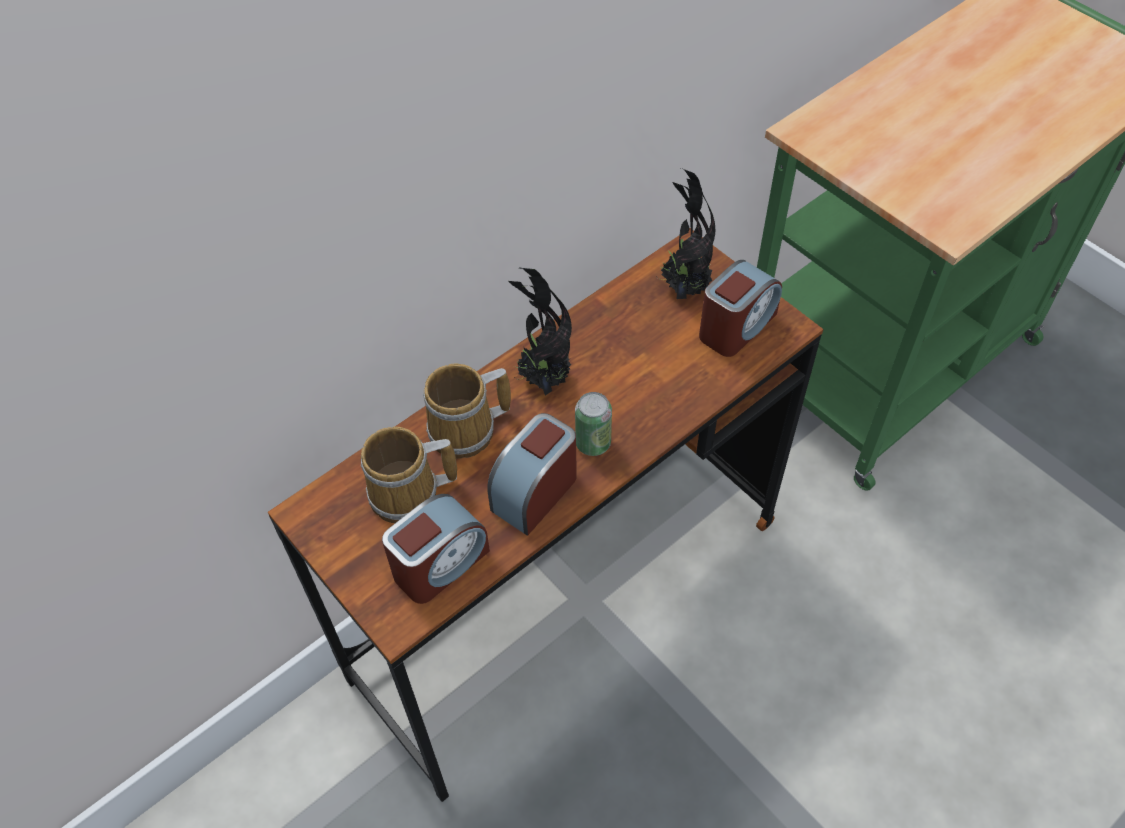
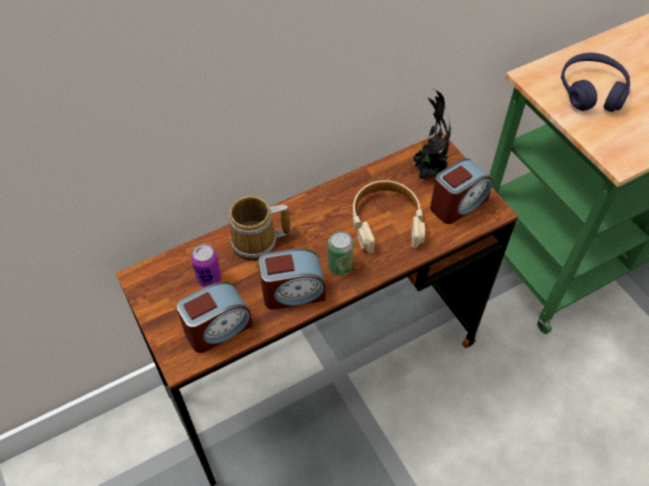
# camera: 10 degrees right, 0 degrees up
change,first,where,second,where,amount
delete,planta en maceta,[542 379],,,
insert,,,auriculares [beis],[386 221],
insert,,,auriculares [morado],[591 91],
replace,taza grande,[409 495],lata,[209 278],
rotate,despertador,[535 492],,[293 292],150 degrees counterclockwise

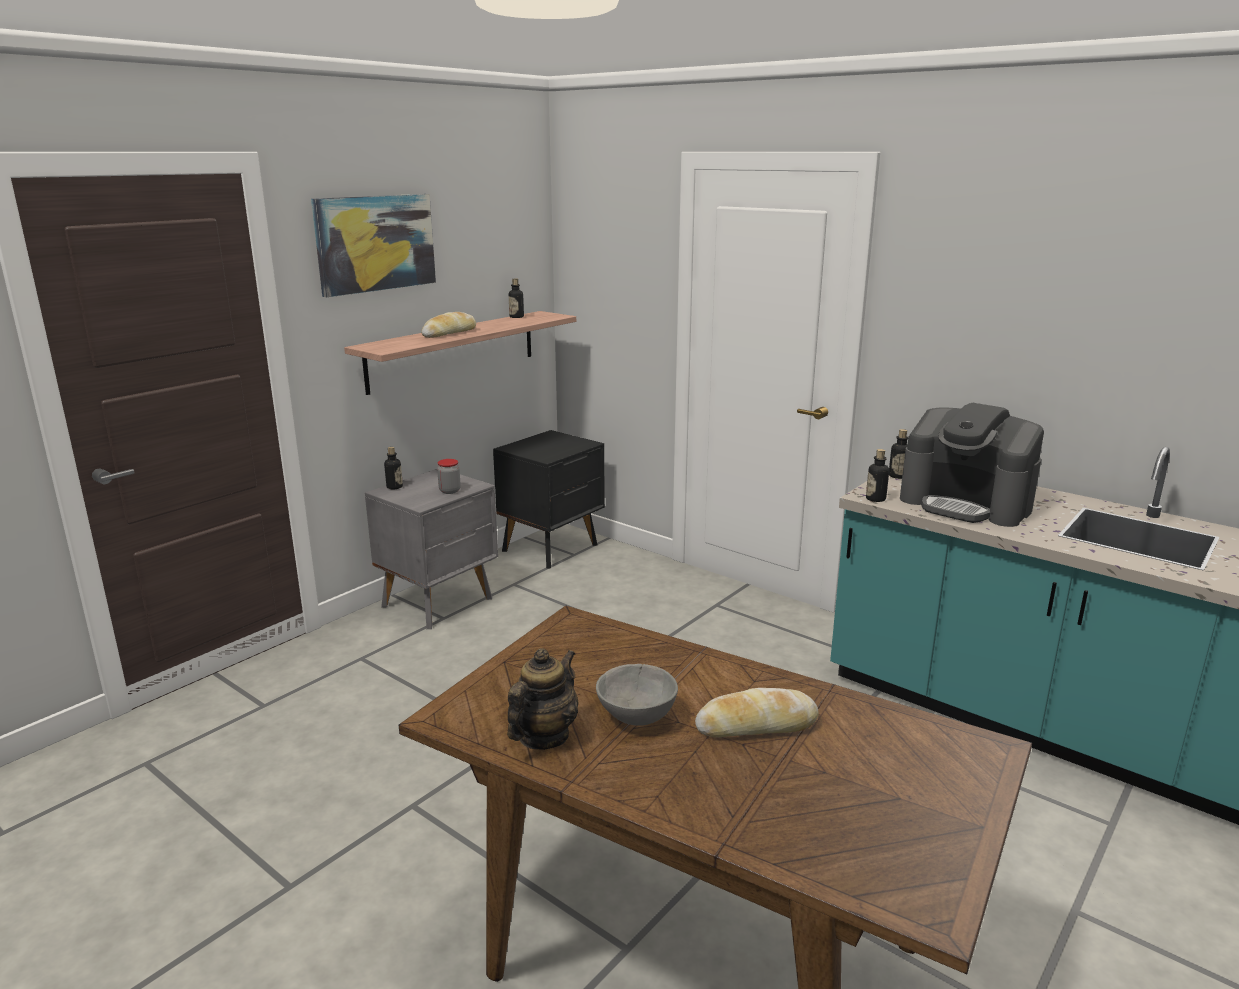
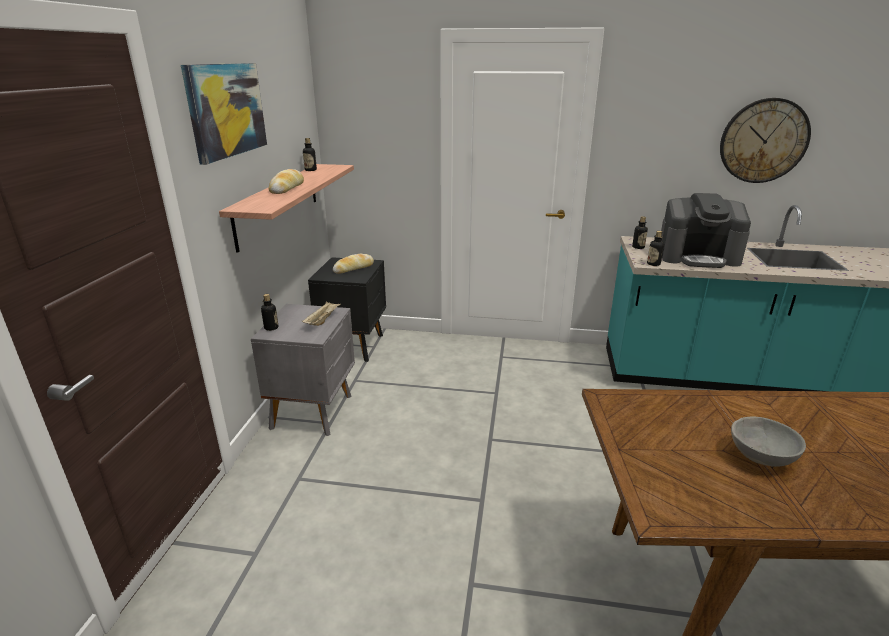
# camera: 30 degrees left, 5 degrees up
change,first,where,second,where,amount
delete,tetera,[543 736],,,
insert,,,reloj de pared,[763 141],
move,pan,[756 725],,[353 268],
replace,tarro,[450 491],bandeja [beis],[322 320],

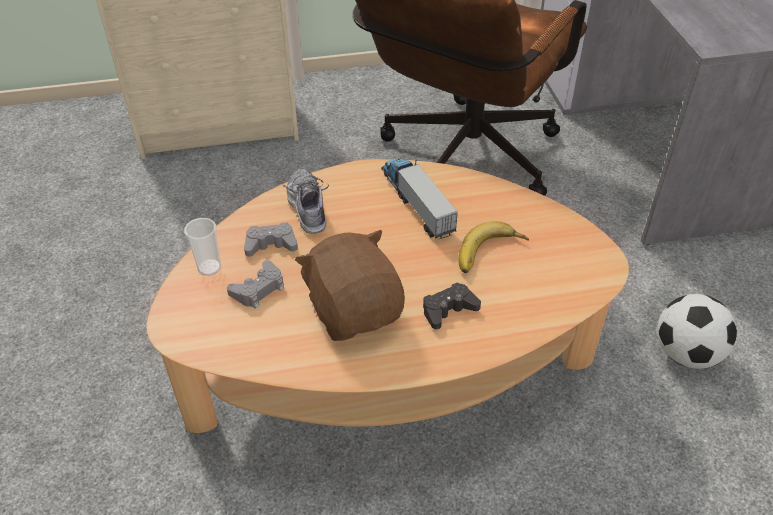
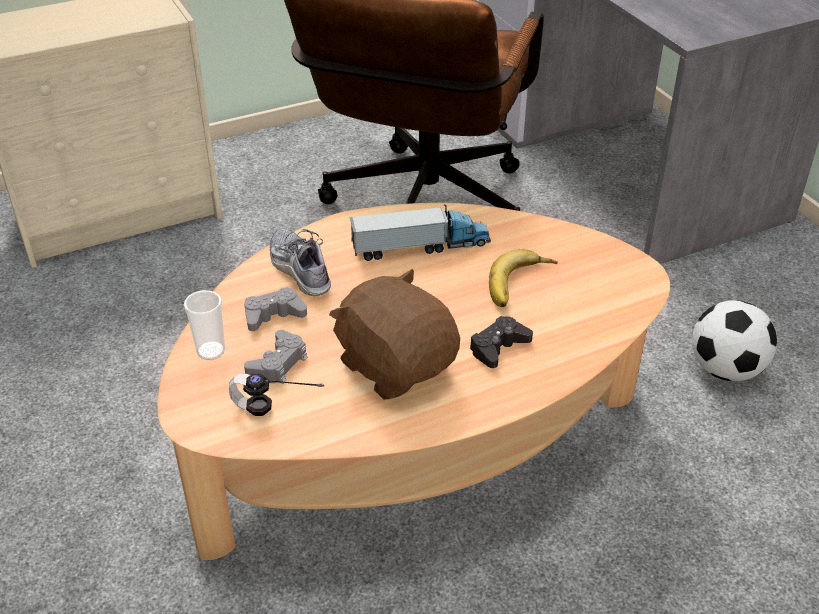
# camera: 15 degrees left, 5 degrees down
change,first,where,second,where,amount
insert,,,auriculares,[271 420],
rotate,camión de juguete,[416 203],,[421 246],120 degrees clockwise

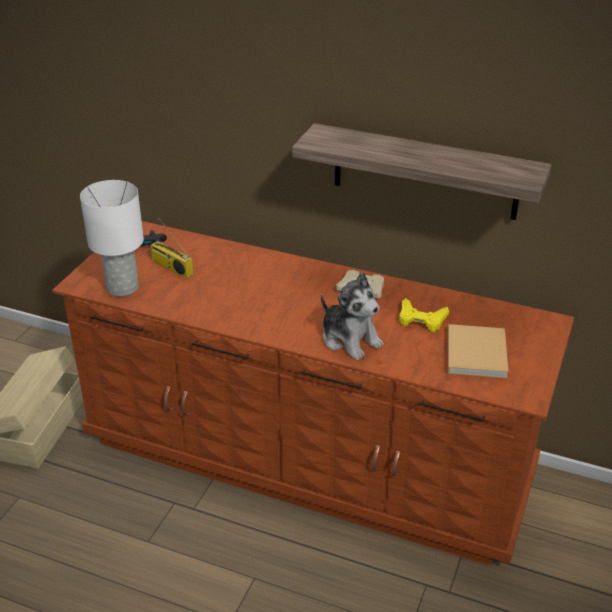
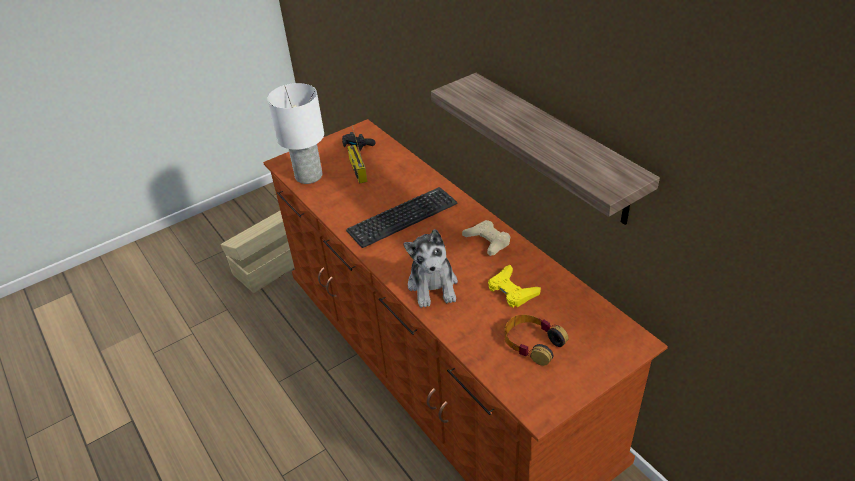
# camera: 35 degrees right, 5 degrees up
change,first,where,second,where,amount
insert,,,teclado,[402 217],
replace,libro [beis],[476 352],auriculares,[532 343],

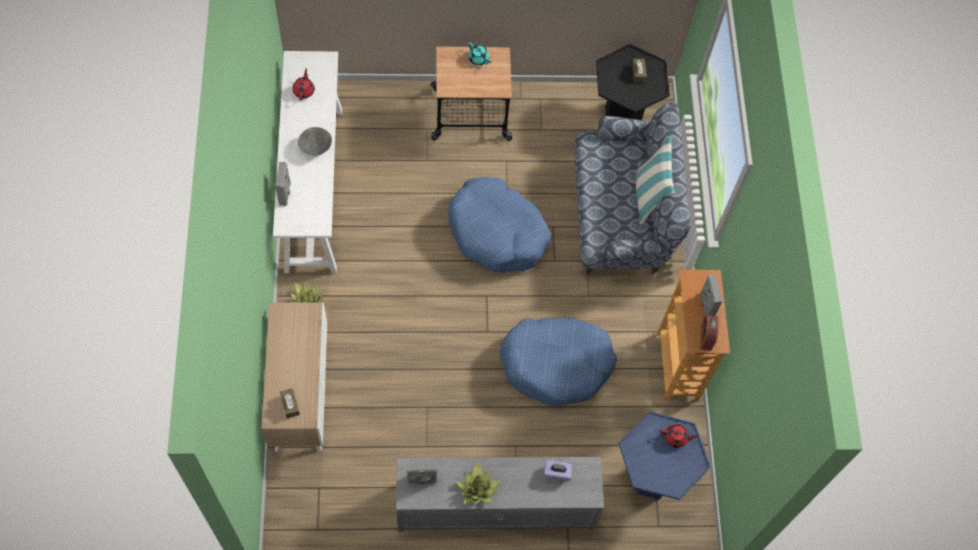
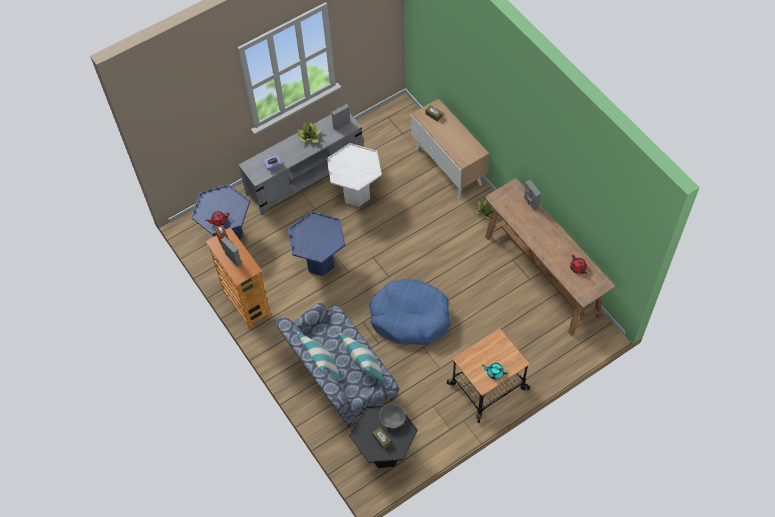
# camera: 155 degrees right, 5 degrees down
change,first,where,second,where,amount
insert,,,mesa auxiliar [blanco],[356 195],
insert,,,cojín,[363 367],
move,cuenco [gris],[316 147],,[392 419],
replace,cama para perro [azul],[556 364],mesa auxiliar [azul],[320 263],
recolor,mesa consola [blanco],[314 187],mesa consola [marrón],[542 276],

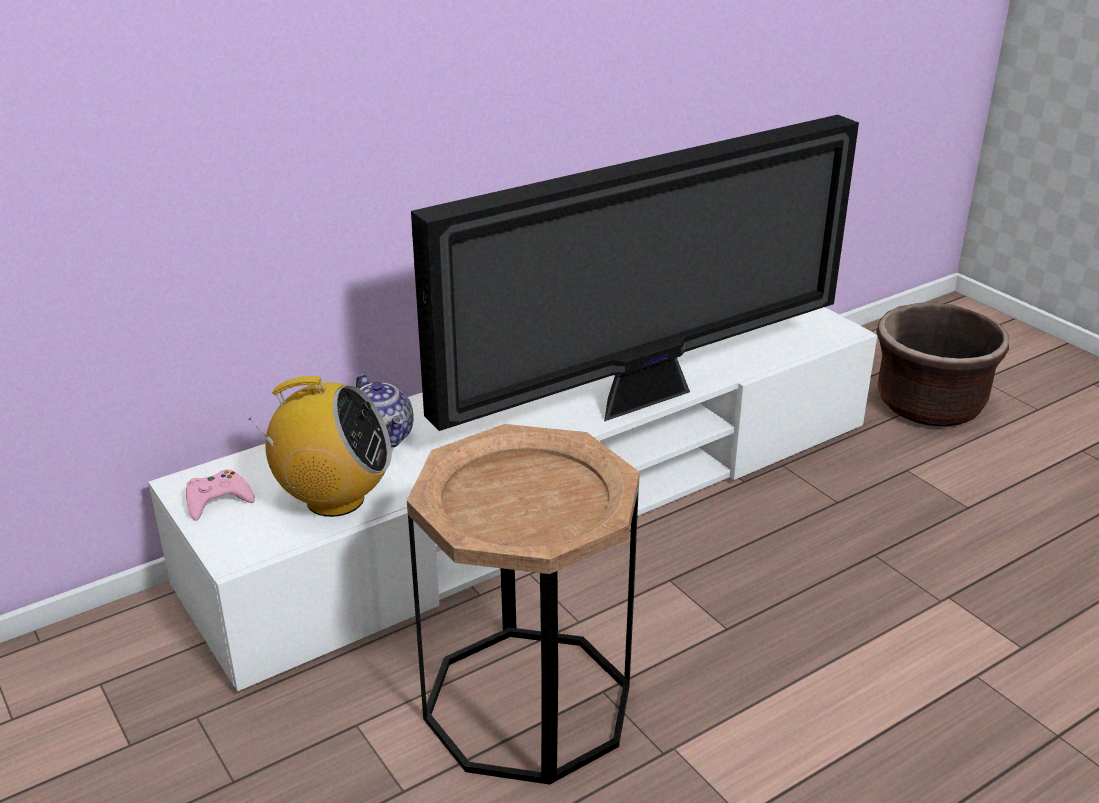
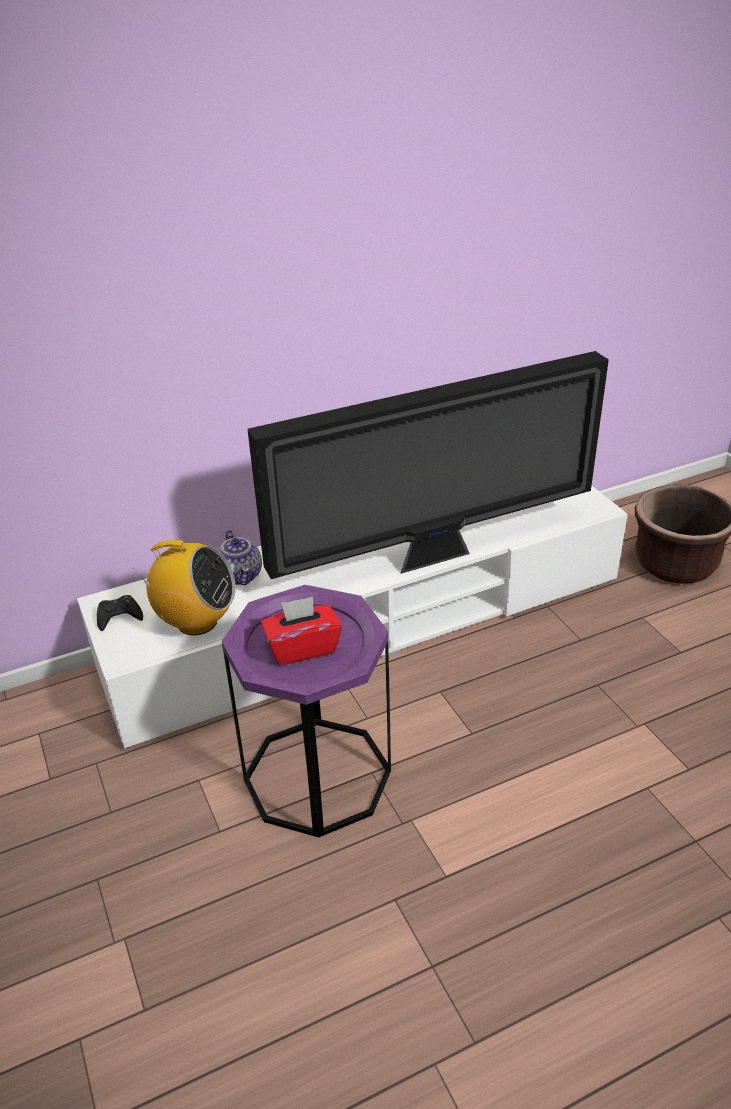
# camera: 10 degrees right, 5 degrees up
change,first,where,second,where,amount
insert,,,caja de pañuelos [rojo],[302 648],
recolor,mando de consola [rosa],[217 500],mando de consola [negro],[119 616],
recolor,mesa auxiliar [marrón],[527 702],mesa auxiliar [morado],[317 775],

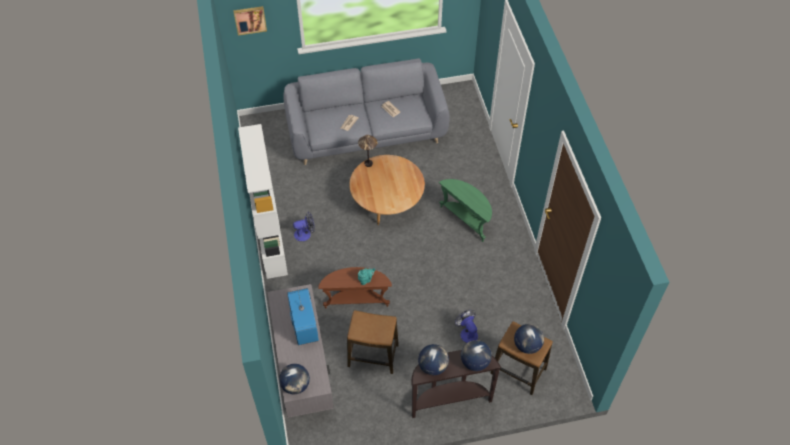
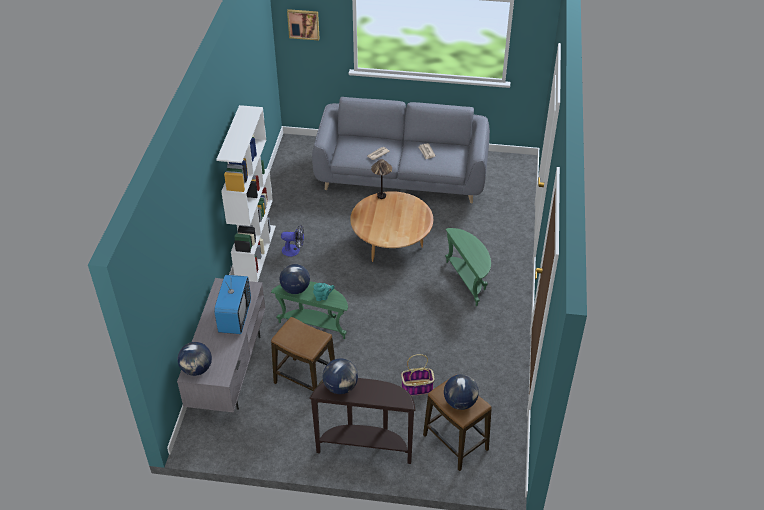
# camera: 20 degrees right, 10 degrees down
change,first,where,second,where,amount
move,globo terráqueo,[474 362],,[295 289],
replace,ventilador,[467 332],cesta,[417 388],
recolor,mesa auxiliar [marrón],[356 300],mesa auxiliar [verde],[314 324],

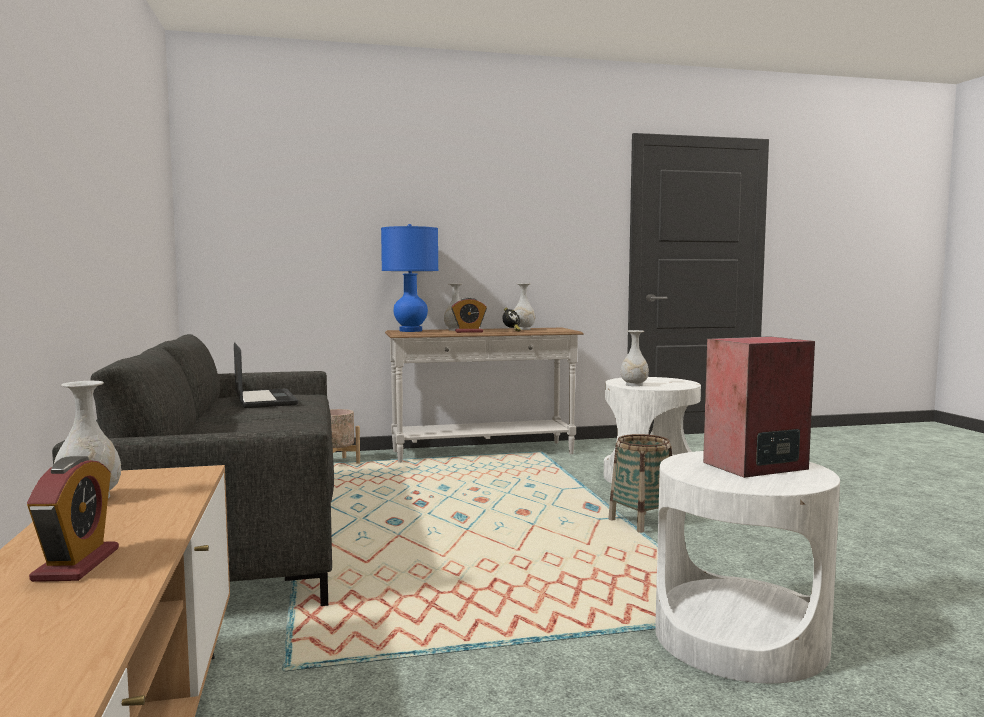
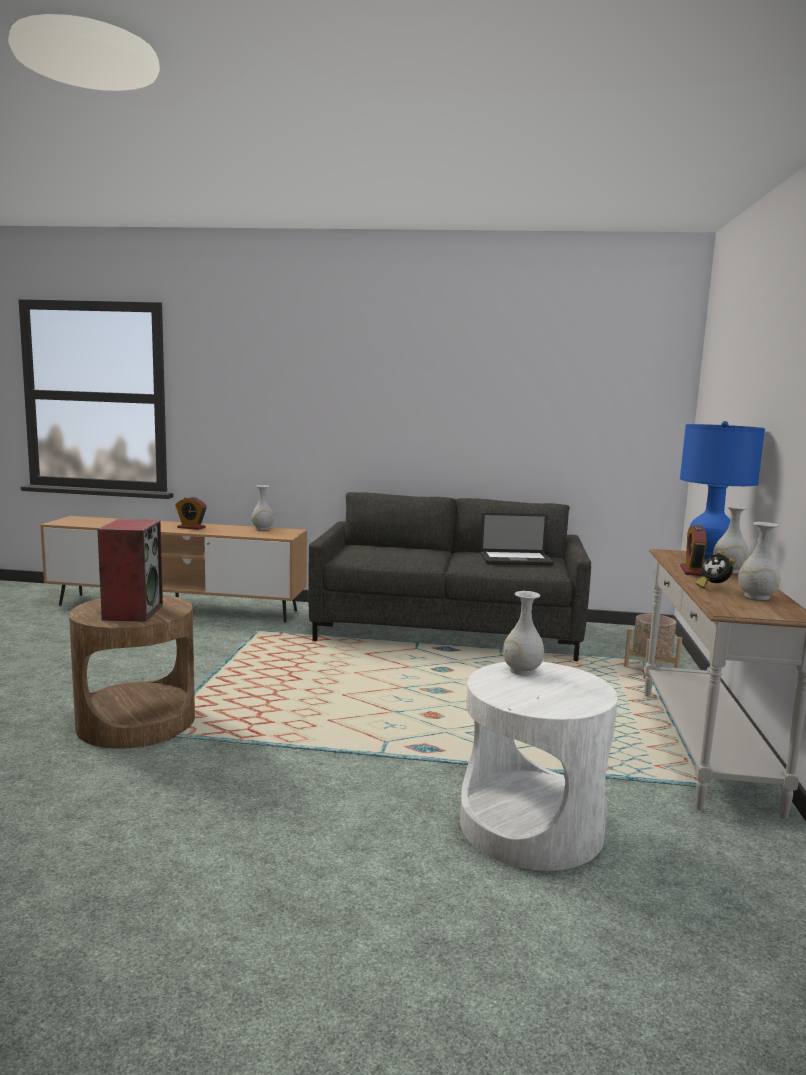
# camera: 110 degrees right, 5 degrees up
change,first,where,second,where,amount
delete,cesta,[641 523],,,
recolor,mesa auxiliar [blanco],[739 638],mesa auxiliar [marrón],[136 722],

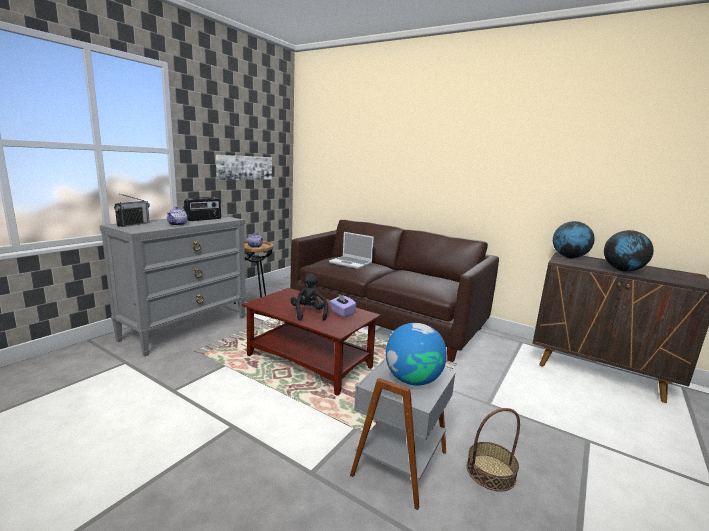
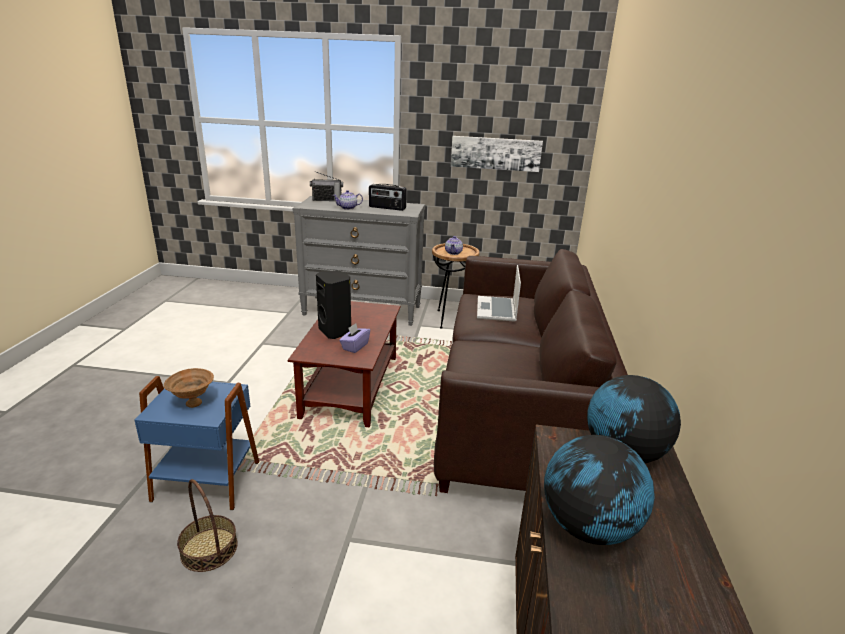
# camera: 65 degrees right, 10 degrees up
change,first,where,second,where,amount
replace,peluche [negro],[309 313],altavoz [negro],[336 331],
replace,globo terráqueo,[413 379],cuenco [marrón],[192 403],
recolor,mesa auxiliar [gris],[398 462],mesa auxiliar [azul],[207 479],

